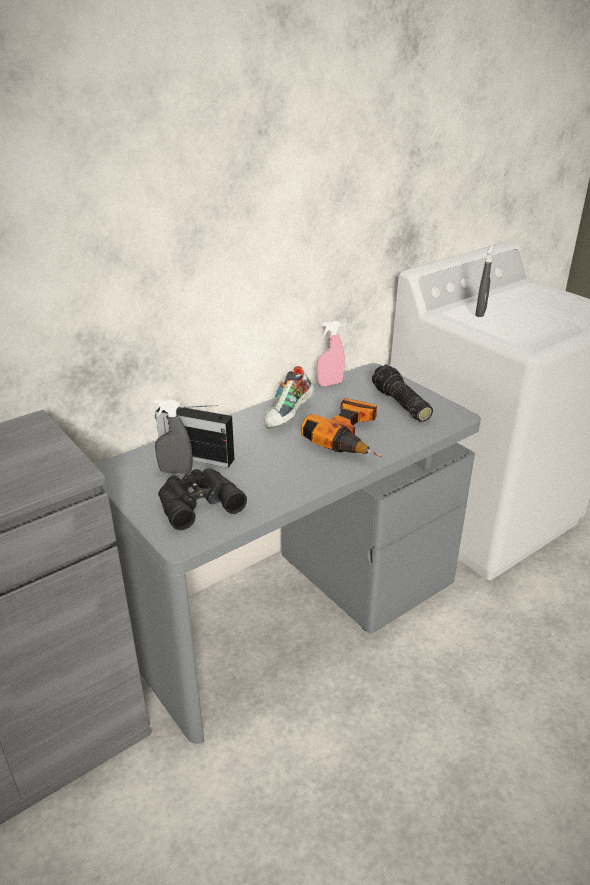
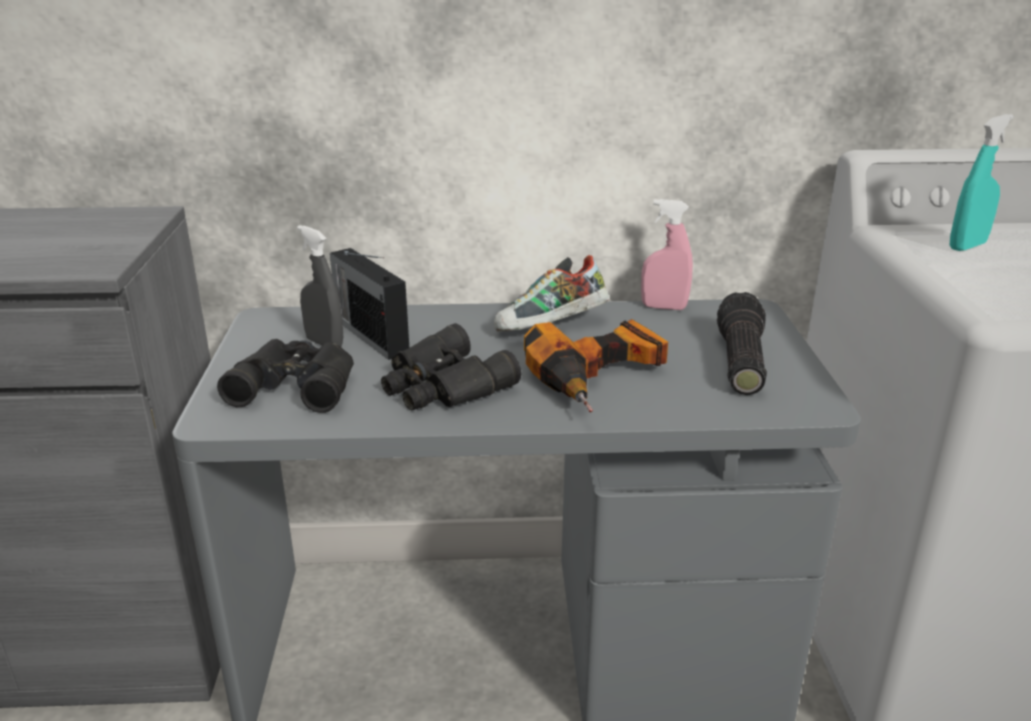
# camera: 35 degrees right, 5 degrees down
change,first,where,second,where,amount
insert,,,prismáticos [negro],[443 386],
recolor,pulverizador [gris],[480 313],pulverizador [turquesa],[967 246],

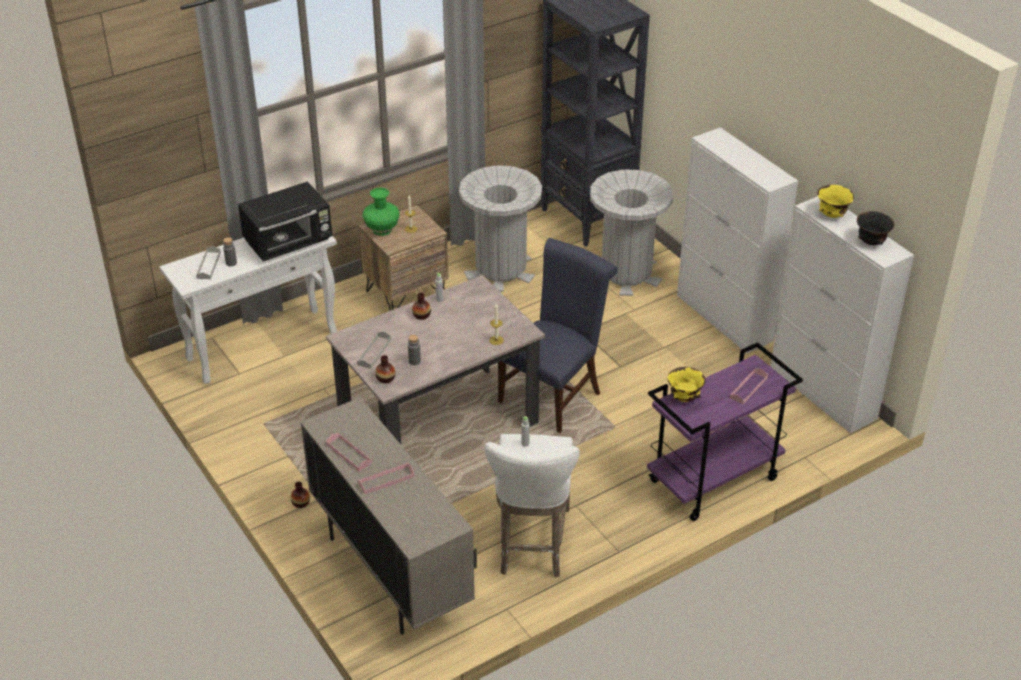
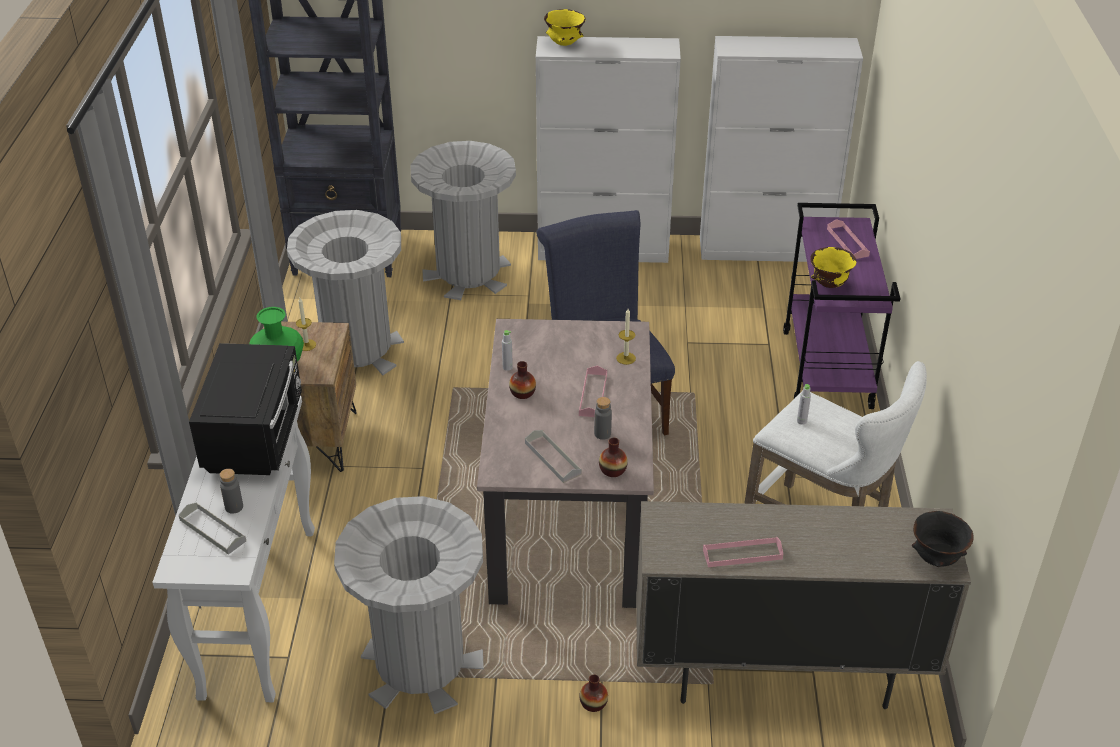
# camera: 55 degrees left, 0 degrees up
change,first,where,second,where,amount
insert,,,papelera [gris],[420 665],
move,bandeja [rosa],[386 480],,[593 395],
move,cuenco [amarillo],[832 215],,[565 44],
move,cuenco [negro],[871 243],,[936 559],

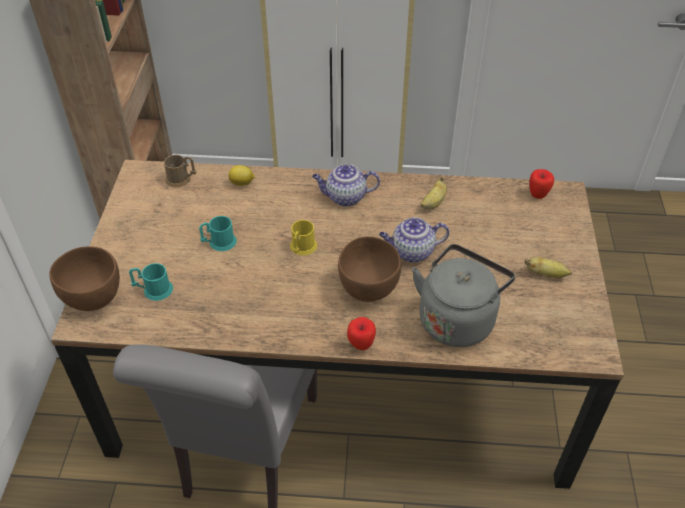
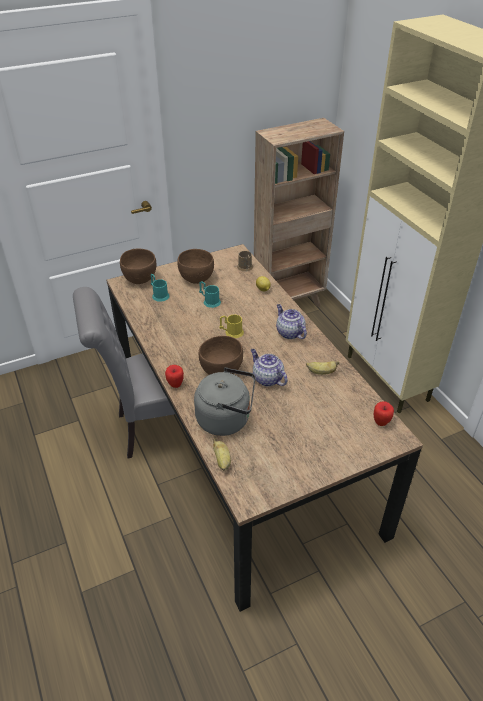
# camera: 60 degrees right, 5 degrees down
change,first,where,second,where,amount
insert,,,cuenco [marrón],[196 279],
move,plátano,[546 274],,[222 461],

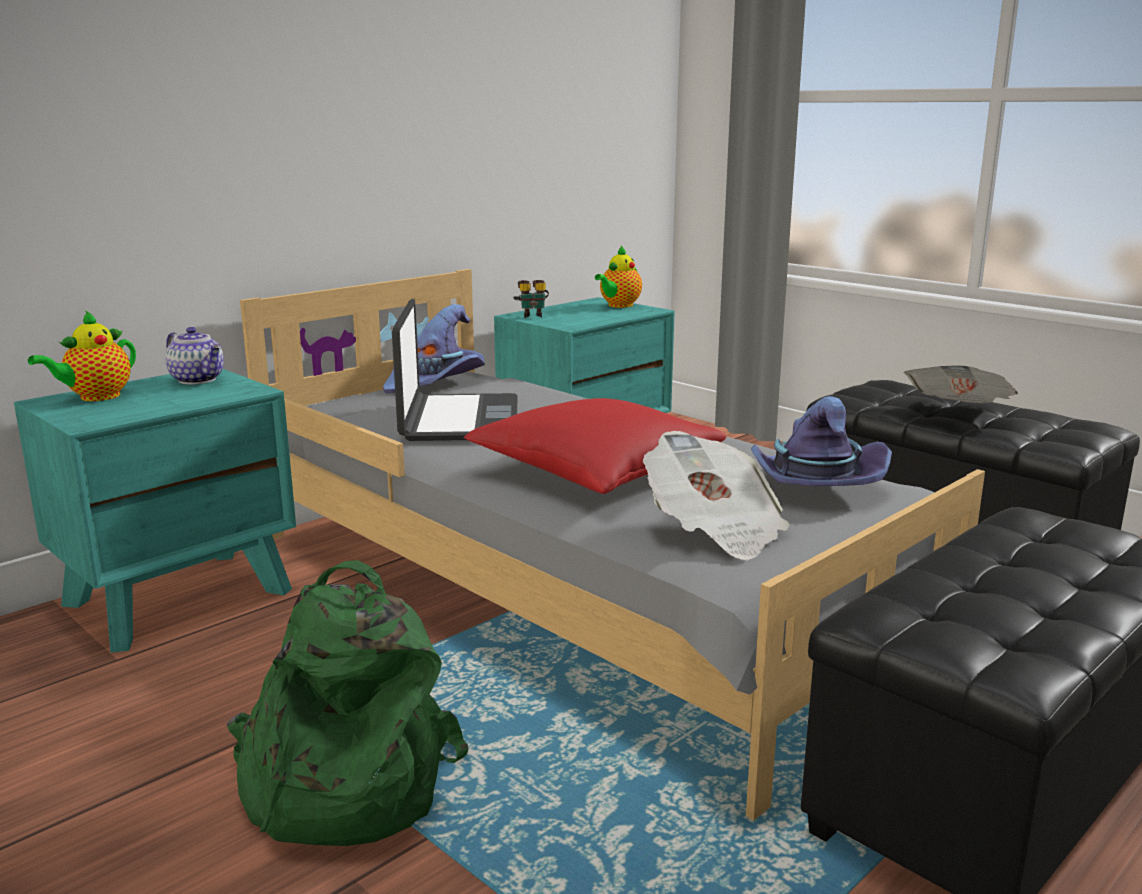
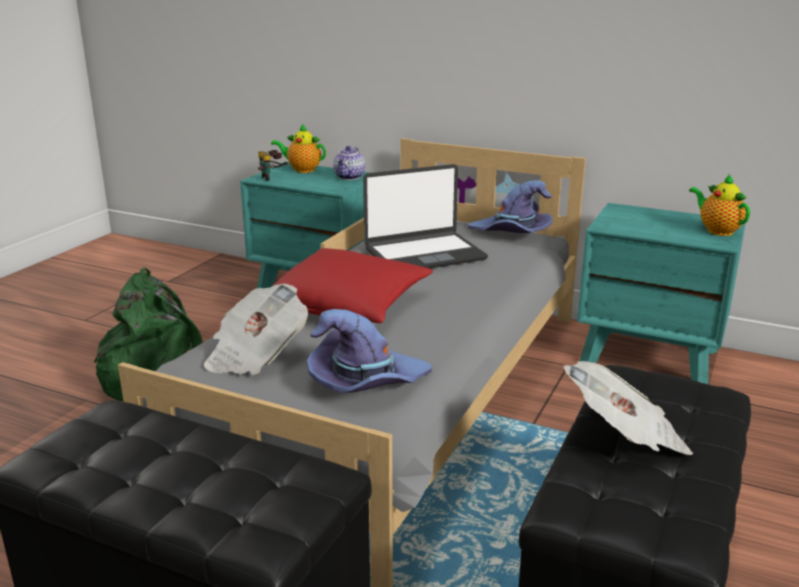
# camera: 70 degrees right, 5 degrees up
change,first,where,second,where,amount
move,prismáticos,[532 315],,[273 178],
rotate,tetera,[618 305],,[717 230],45 degrees clockwise

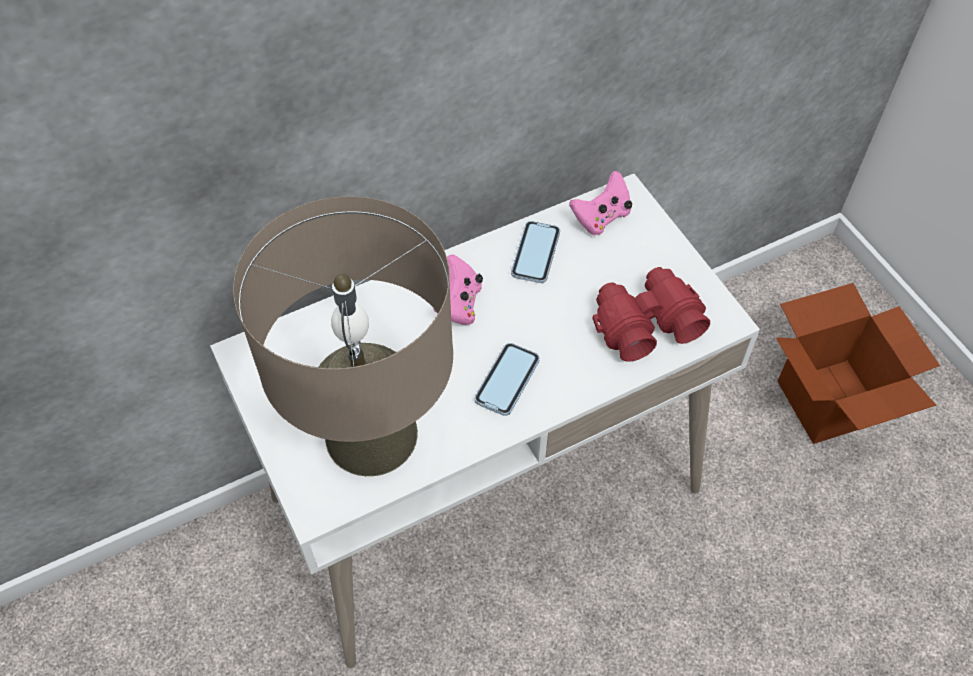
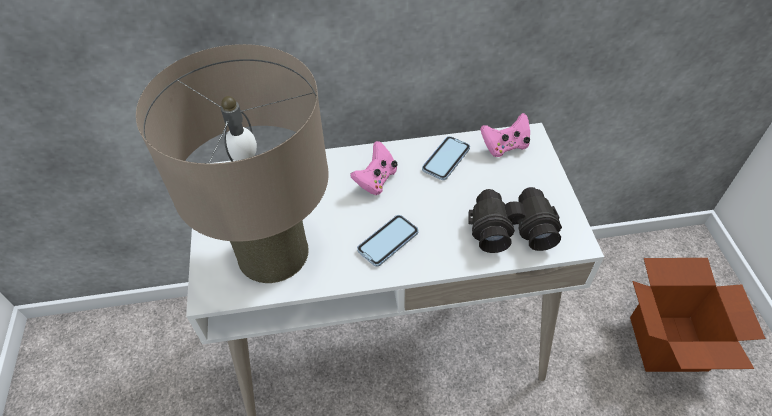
# camera: 20 degrees right, 5 degrees down
change,first,where,second,where,amount
recolor,prismáticos [rojo],[645 322],prismáticos [negro],[511 227],

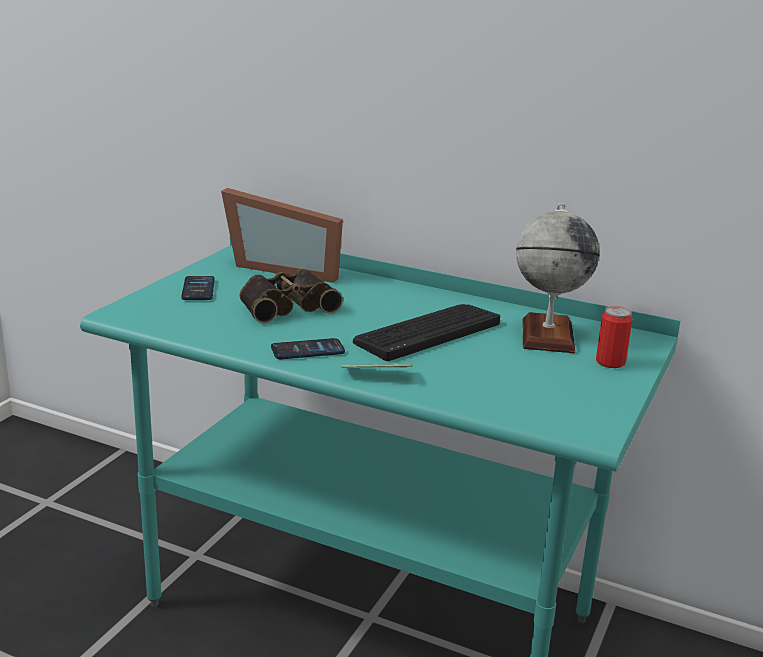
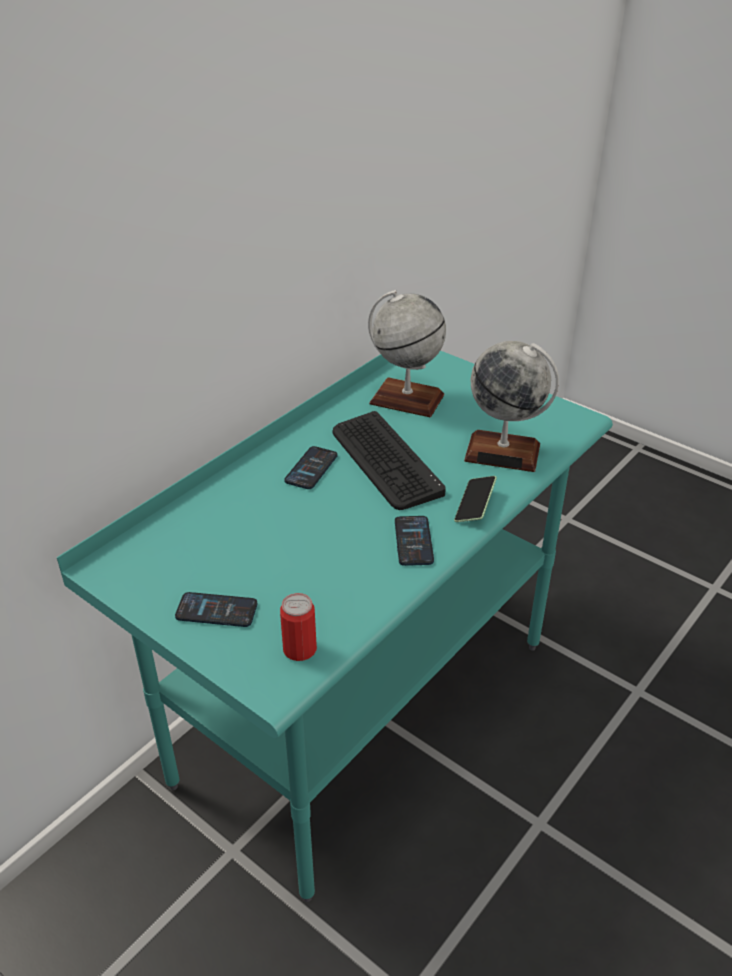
# camera: 75 degrees left, 15 degrees up
change,first,where,second,where,amount
delete,portarretratos,[286 268],,,
delete,prismáticos,[286 305],,,
insert,,,móvil,[311 468],
insert,,,globo terráqueo,[503 452],
move,lata,[610 362],,[300 649],

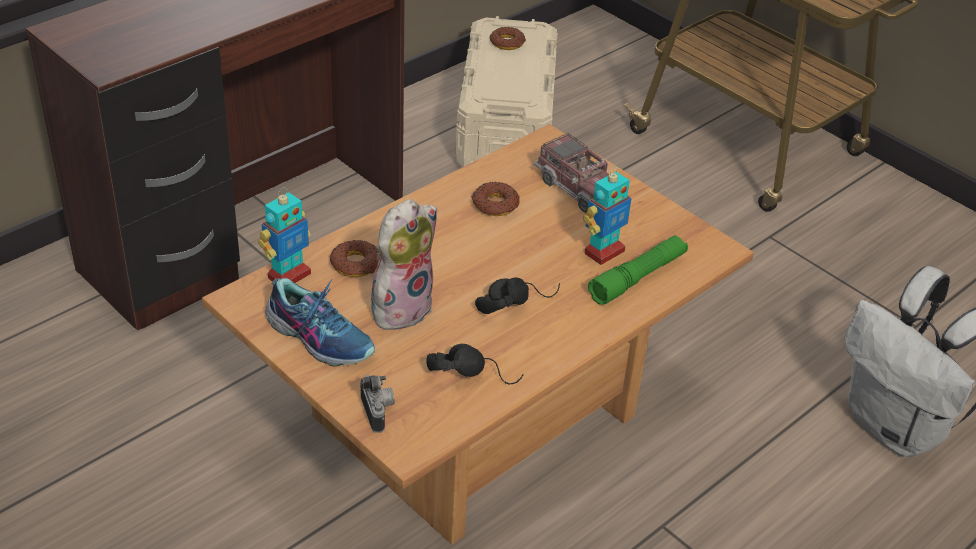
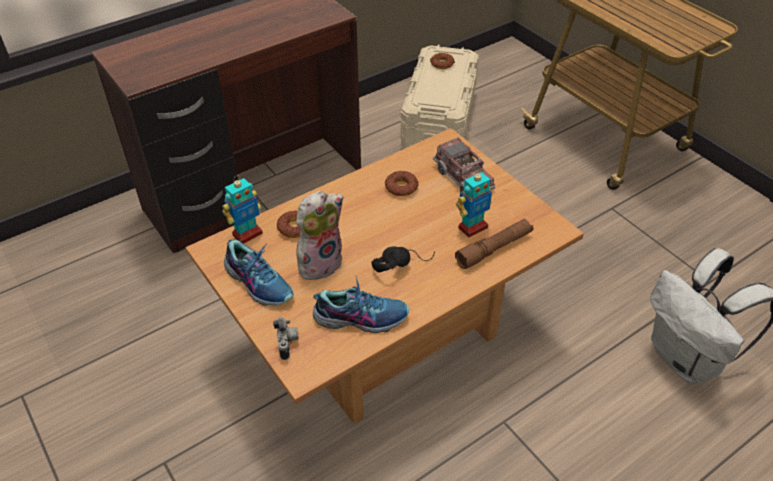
# camera: 10 degrees right, 5 degrees up
change,first,where,second,where,amount
replace,auriculares [negro],[473 373],zapato,[361 317],
recolor,linterna [verde],[638 277],linterna [marrón],[494 249],

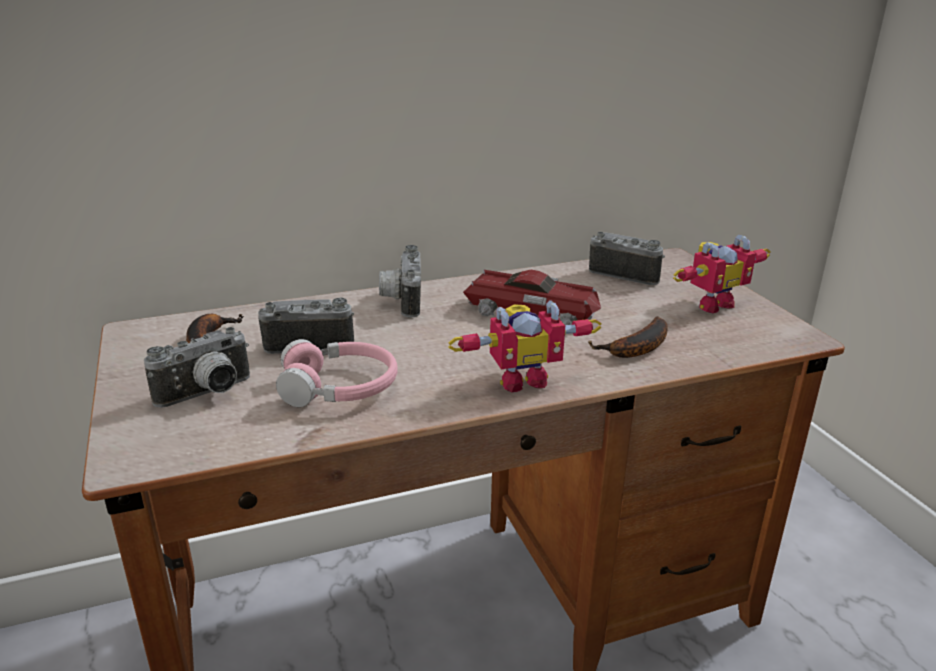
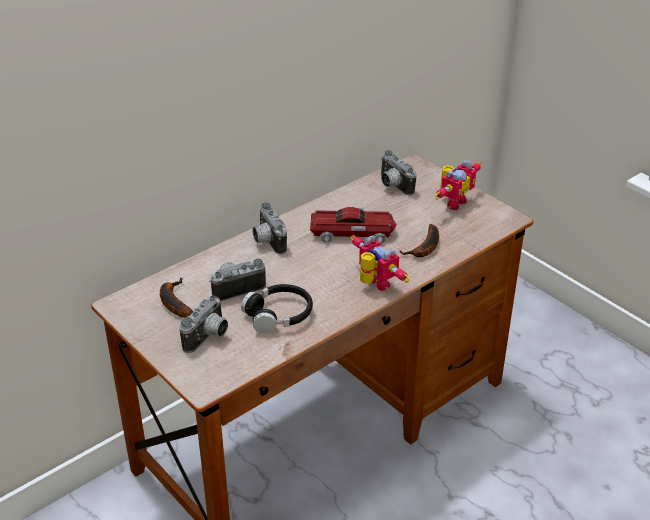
# camera: 20 degrees left, 10 degrees up
change,first,where,second,where,amount
recolor,auriculares [rosa],[339 388],auriculares [negro],[279 315],
rotate,robot de juguete,[521 379],,[374 285],90 degrees counterclockwise
rotate,cámara,[626 273],,[392 186],135 degrees counterclockwise

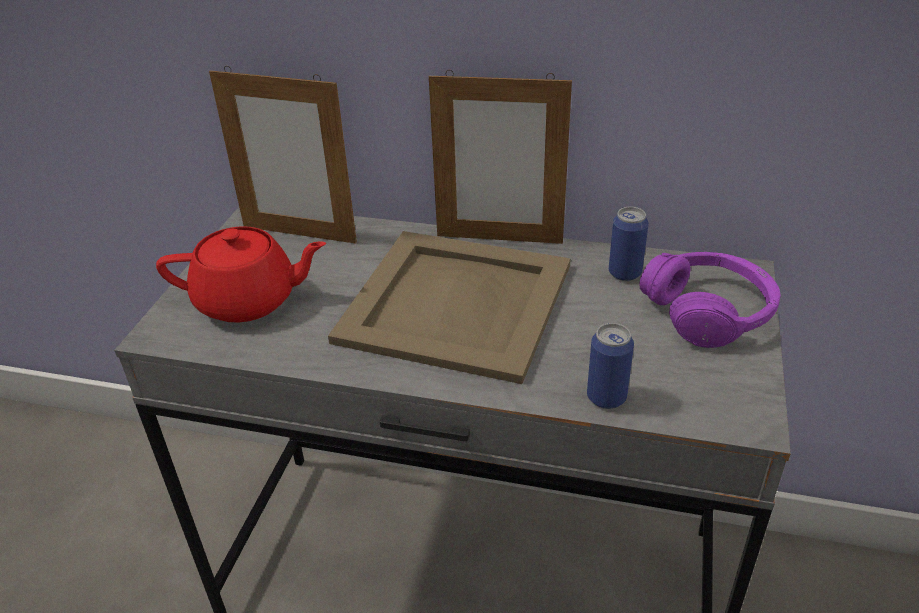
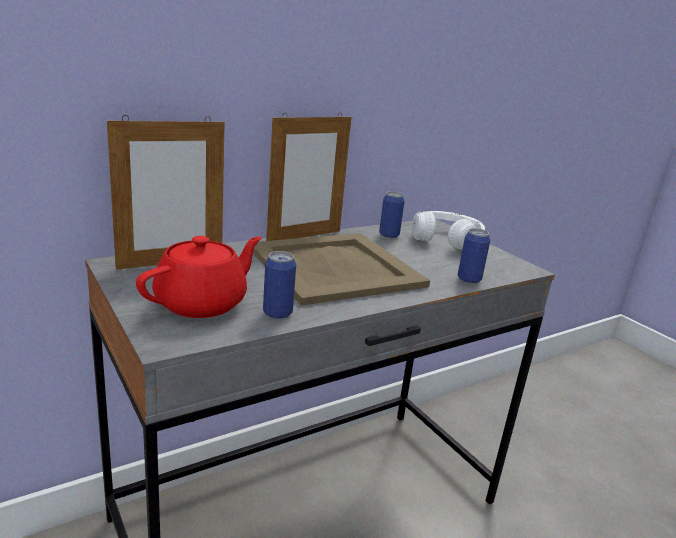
# camera: 50 degrees left, 15 degrees down
change,first,where,second,where,amount
insert,,,lata,[277 313],
recolor,auriculares [morado],[709 312],auriculares [blanco],[446 239],

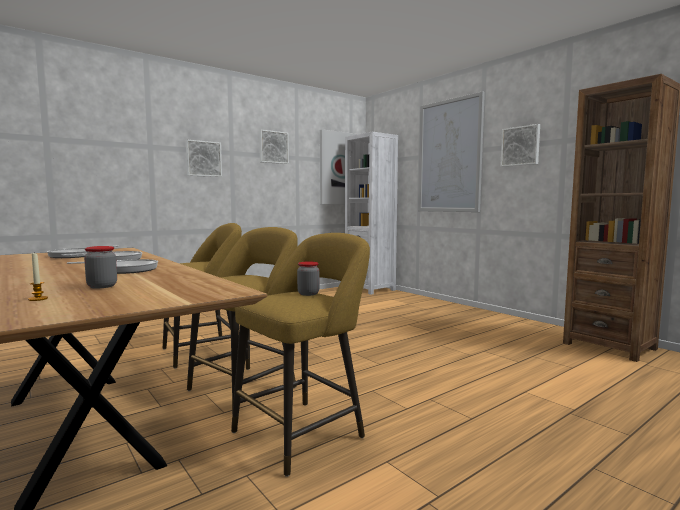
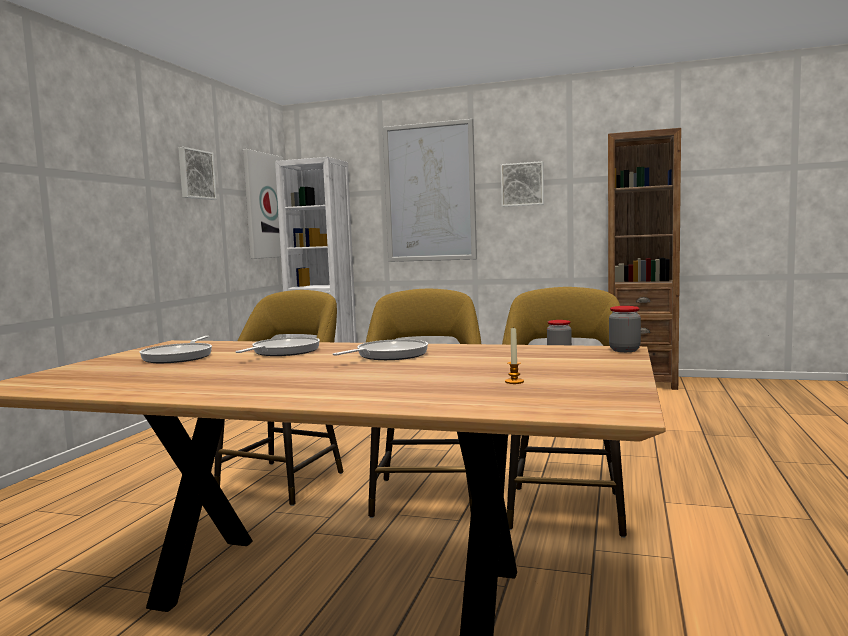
# camera: 35 degrees left, 0 degrees up
change,first,where,second,where,amount
delete,cuadro,[203 159],,,
move,tarro,[102 286],,[624 350],

